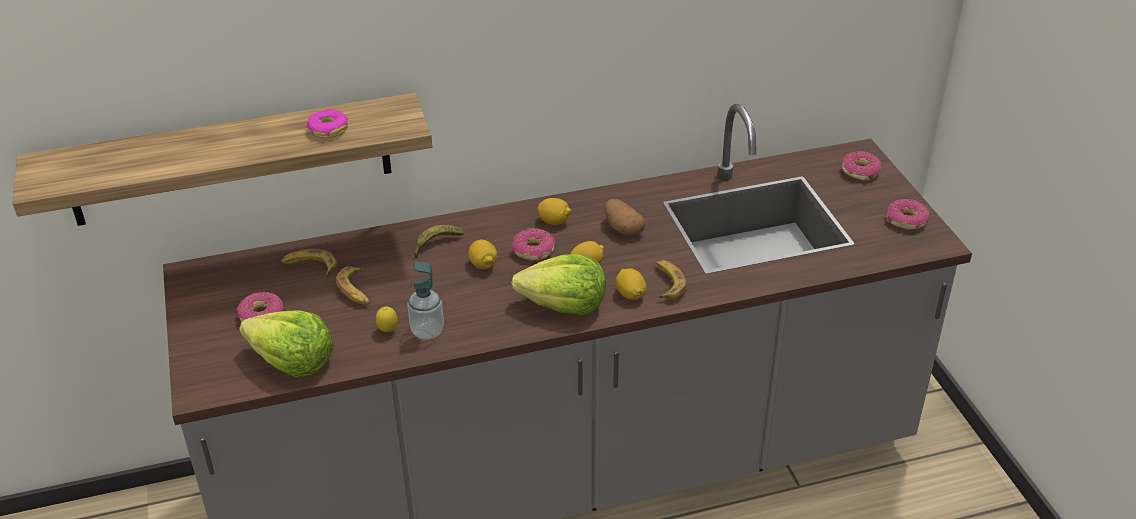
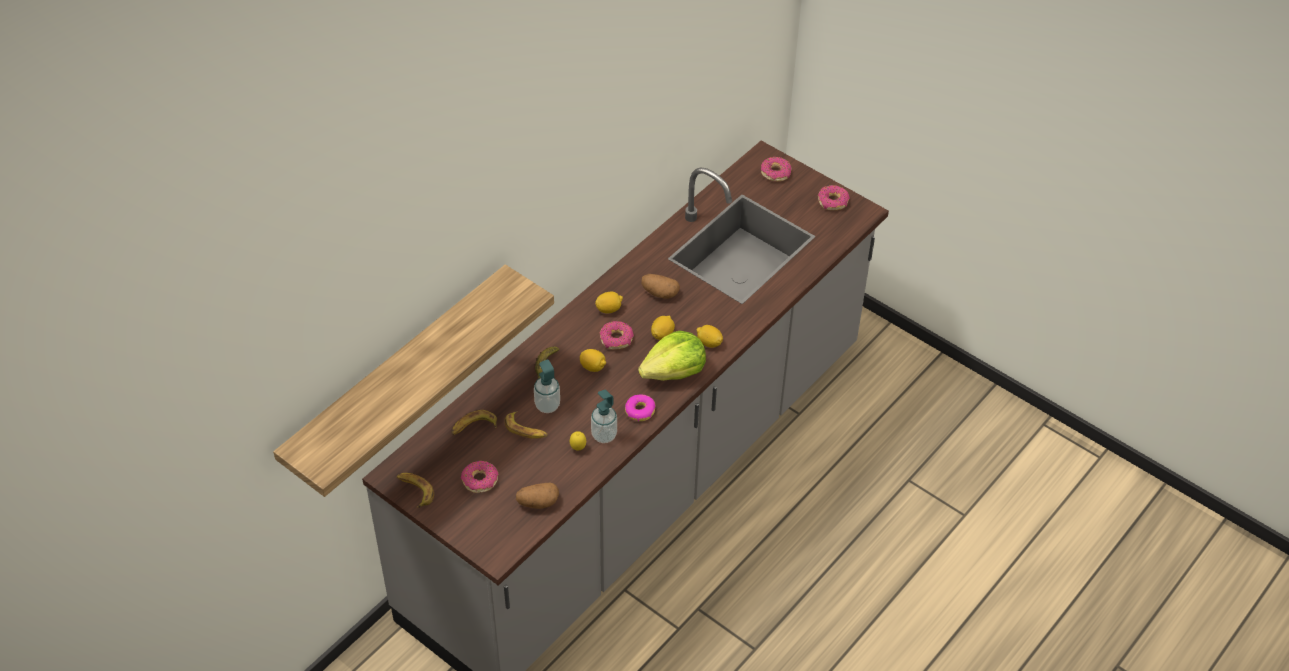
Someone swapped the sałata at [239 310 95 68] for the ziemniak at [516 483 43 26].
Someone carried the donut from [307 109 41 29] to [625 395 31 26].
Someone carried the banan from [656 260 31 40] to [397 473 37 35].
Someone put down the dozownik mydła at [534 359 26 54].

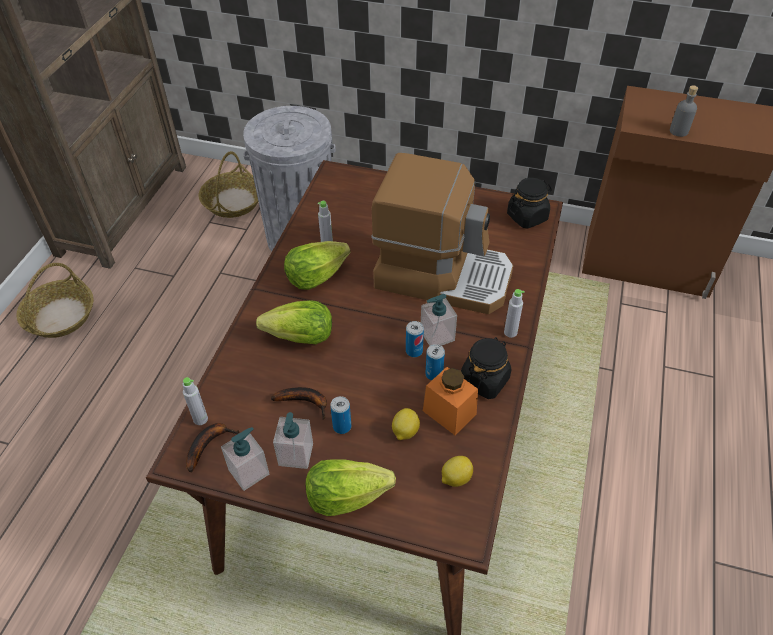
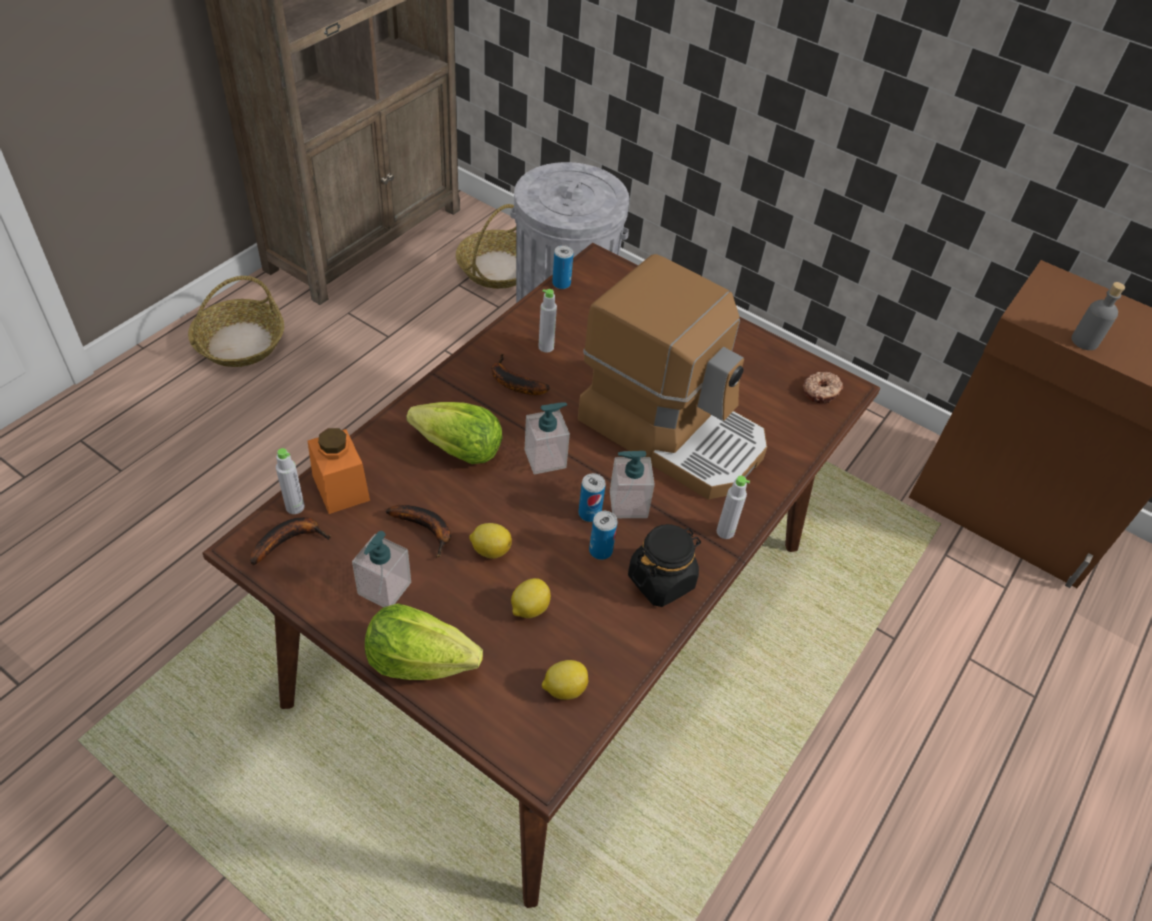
Someone carried the dozownik mydła from [221 427 48 64] to [525 402 45 72].
Someone swapped the sałata at [284 241 66 49] for the banan at [491 354 58 41].
Someone carried the puszka from [330 396 21 38] to [552 245 21 44].
Someone carried the słoik/pomarańczowy from [423 367 55 68] to [308 428 62 86].
Someone swapped the słoik/czarny at [507 178 45 51] for the donut at [803 372 40 31].
Someone put down the cytryna at [469 523 43 36].

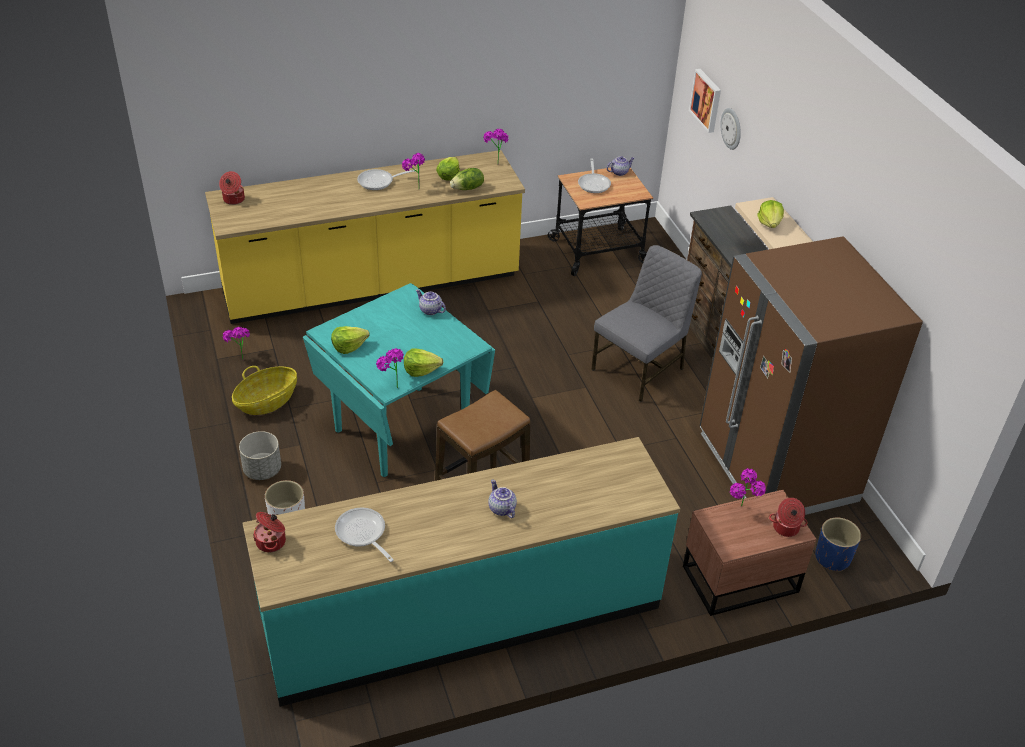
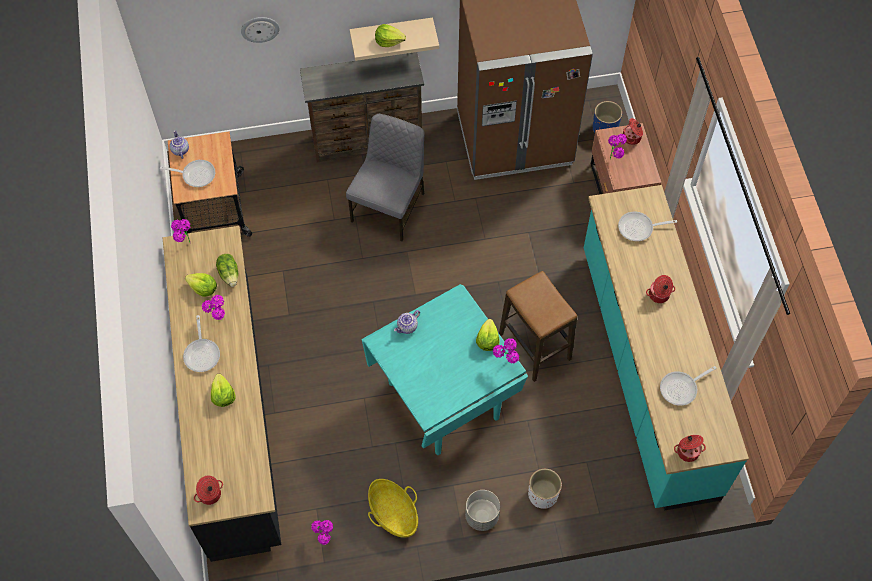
Someone repainted the zabudowa kuchenna/żółty at [205 150 320 174], which became the zabudowa kuchenna/czarny at [163 226 118 336].
Someone carried the sałata from [331 326 39 28] to [211 374 25 33].
Someone swapped the imbryk at [488 479 29 39] for the garnek at [646 275 29 28].
Someone rotated the krzesło/szary at [591 245 111 157] by 60 degrees clockwise.
Someone took away the obraz at [689 69 32 64].
Someone put down the patelnia at [618 212 59 29].

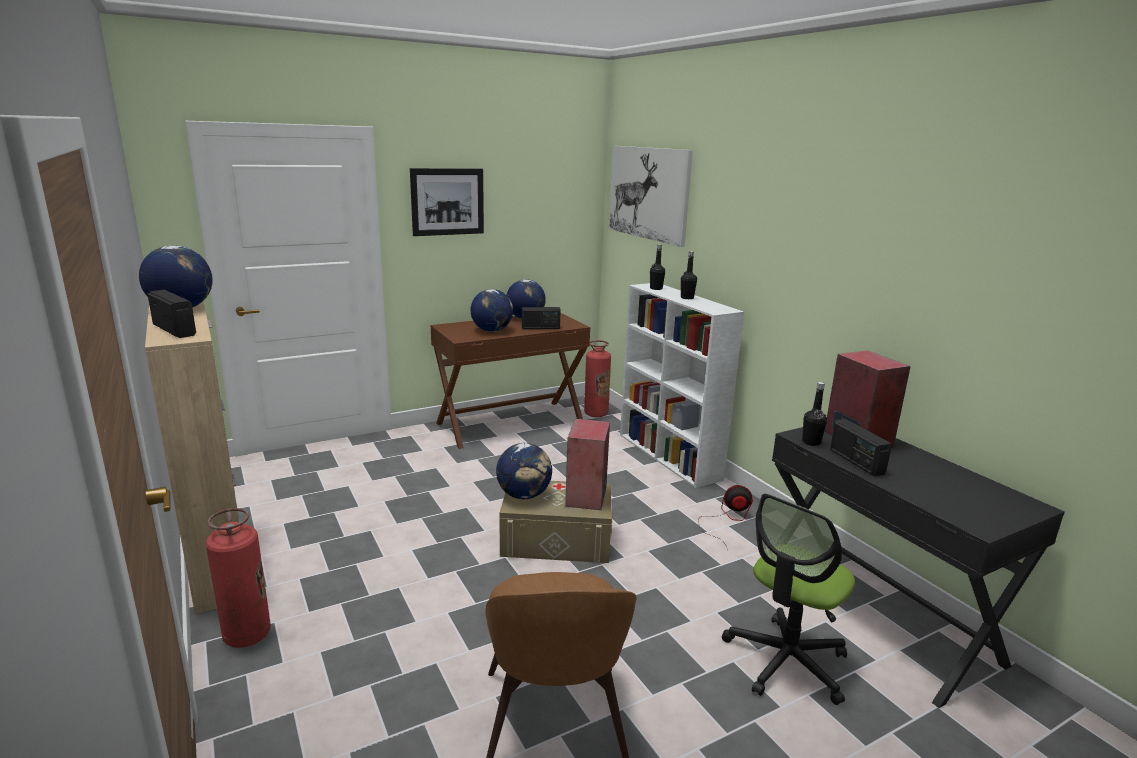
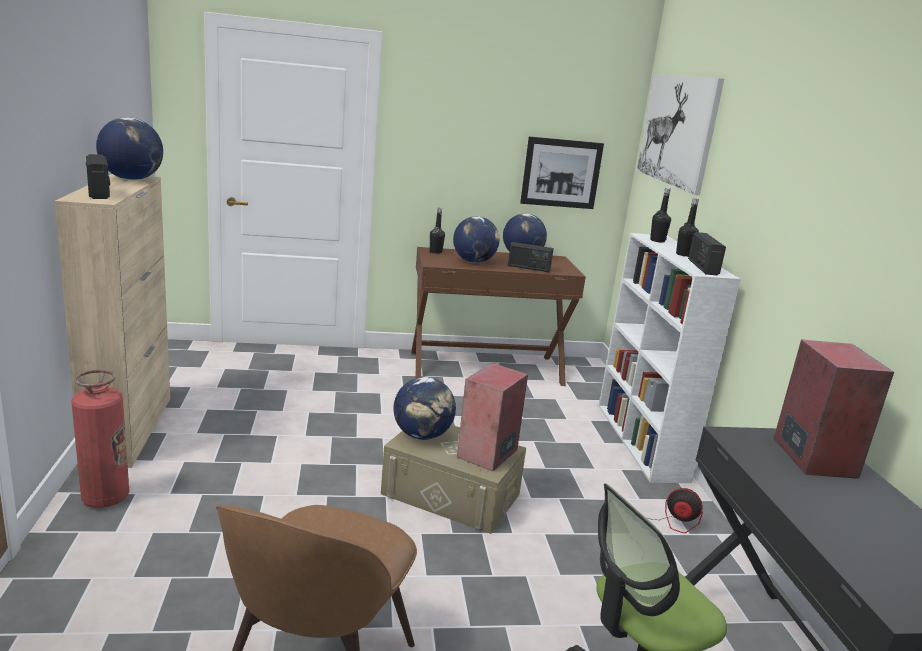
Someone carried the obraz from [410 168 74 68] to [520 136 84 73].
Someone took away the gaśnica at [584 340 27 77].
Someone carried the butelka/czarny from [802 382 25 64] to [430 208 15 46].
Someone carried the radio from [830 419 62 58] to [688 232 38 44].

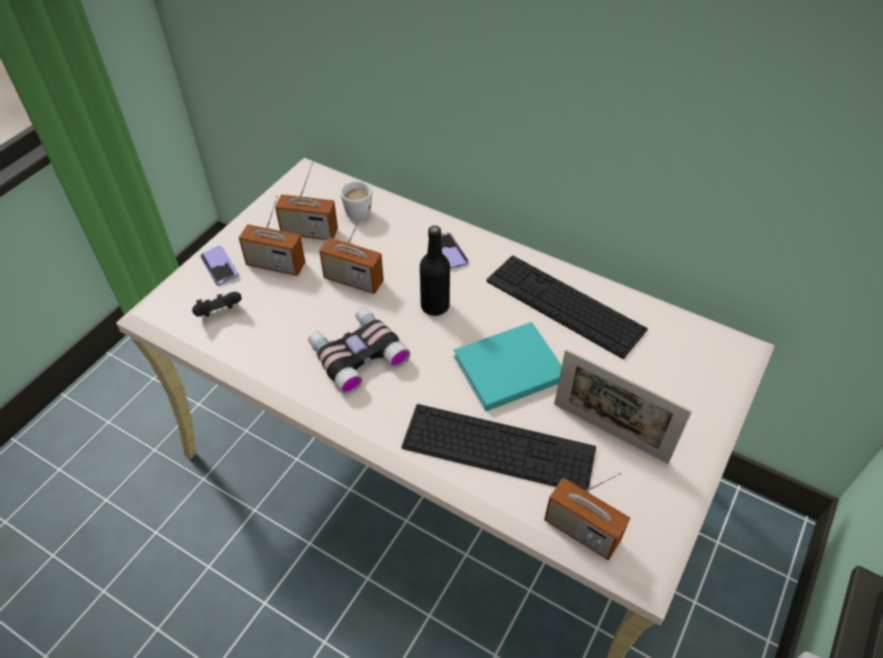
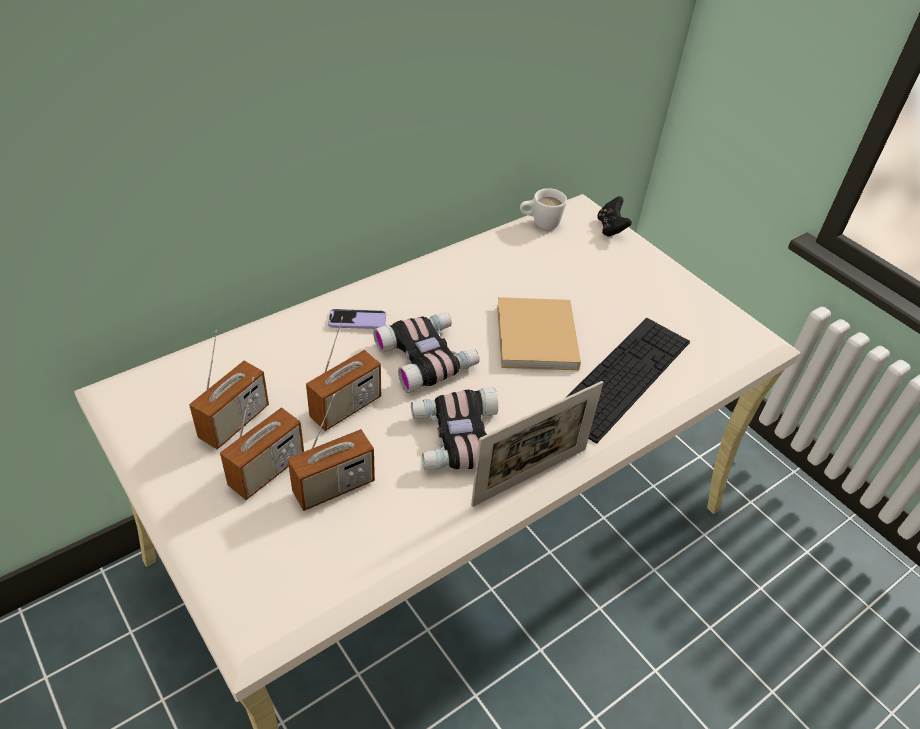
Someone carried the pad do gier/czarny from [192 292 50 25] to [598 196 34 40].
Someone took away the telefon at [200 246 39 39].
Someone carried the kubek/biały from [340 181 32 40] to [520 188 47 42].
Someone swapped the butelka/czarny at [420 226 30 90] for the lornetka at [373 312 107 81].
Someone repainted the książka/turkusowy at [454 322 108 89], which became the książka/beżowy at [497 297 84 73].
Someone took away the klawiatura at [487 255 161 104].
Someone carried the radio from [544 472 86 88] to [288 394 87 117].
Someone carried the ramka na zdjęcie from [554 349 138 115] to [471 381 133 126].

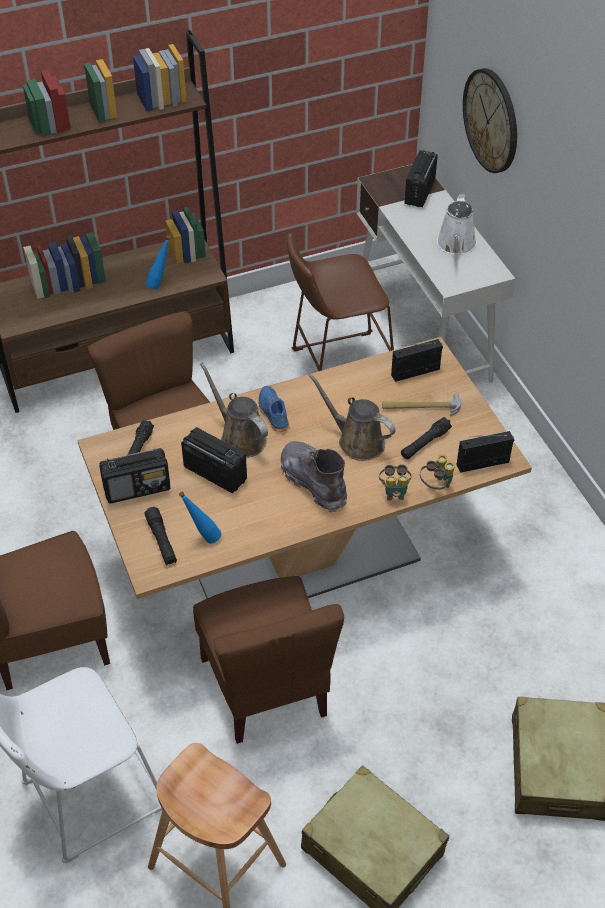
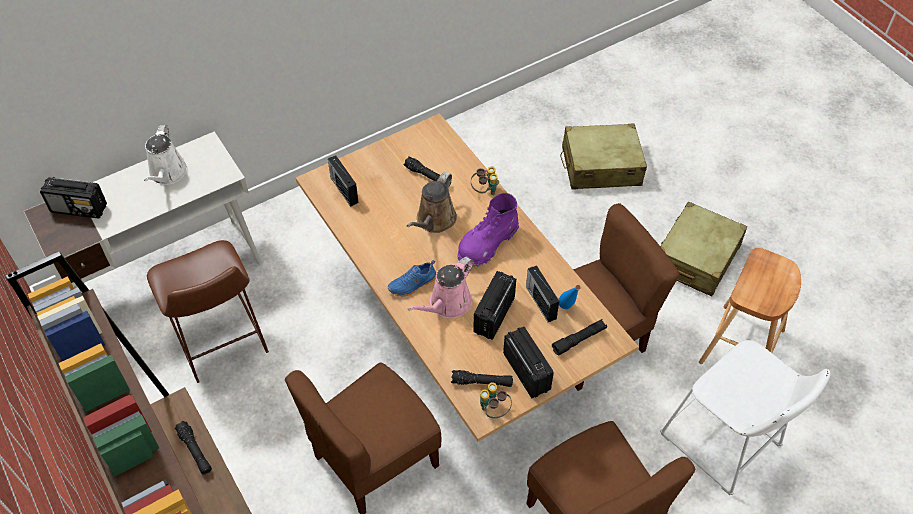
Someone swapped the butelka/niebieski at [146 236 24 54] for the latarka/czarny at [175 421 37 54].
Someone repainted the konewka/brązowy at [200 363 68 95], which became the konewka/różowy at [407 257 67 62].
Someone repainted the but z cholewką/szary at [281 441 66 71], which became the but z cholewką/fioletowy at [457 193 62 74].
Someone took away the młotek at [382 394 79 22].
Someone carried the lornetka from [420 454 35 36] to [480 382 32 36].
Someone rotated the konewka/biały at [437 194 40 61] by 90 degrees clockwise.
Someone carried the radio from [457 431 57 42] to [526 265 33 57].
Someone took away the zegar ścienny at [463 68 54 105].

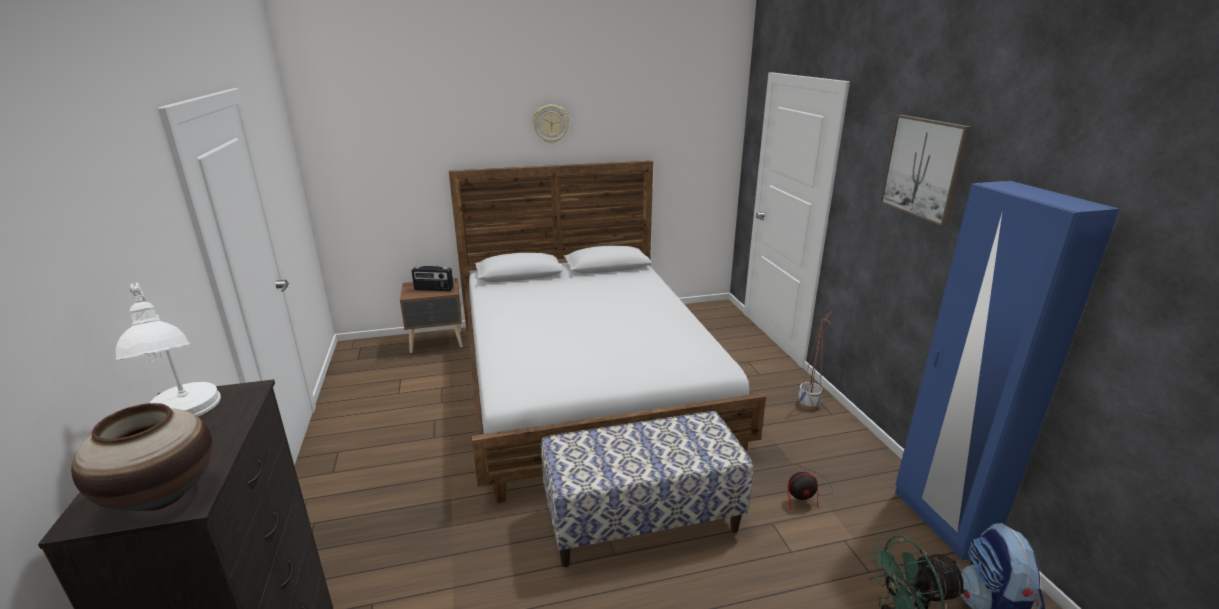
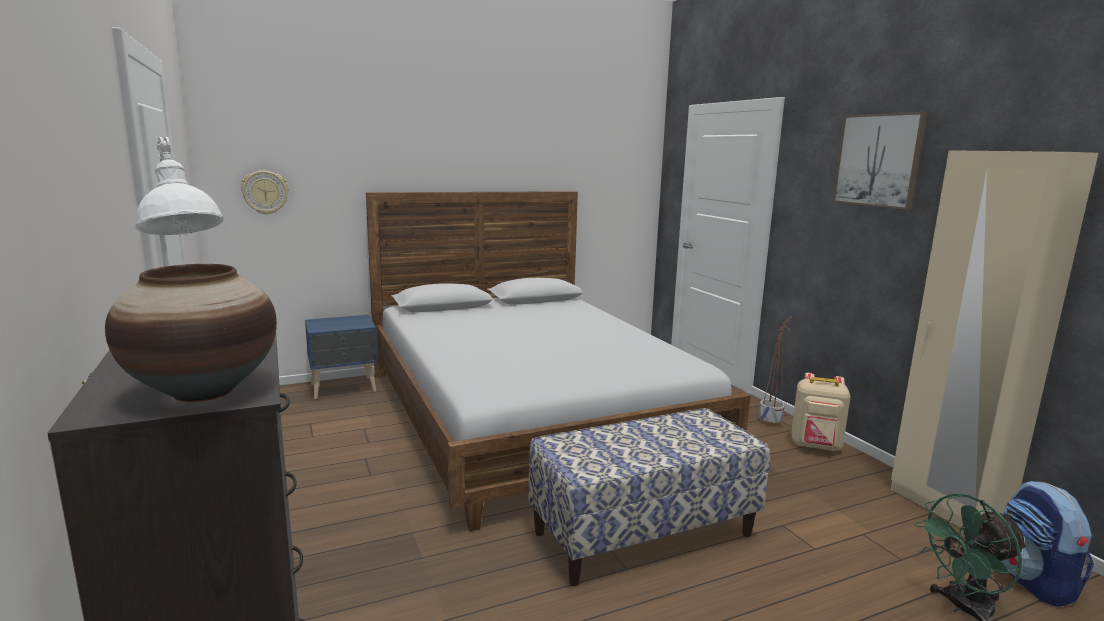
Someone repainted the szafka nocna/brązowy at [400 278 63 75], which became the szafka nocna/niebieski at [305 315 73 84].
Someone took away the radio at [411 266 43 25].
Someone carried the zegar ścienny from [533 105 37 38] to [241 171 48 44].
Someone took away the wentylator at [787 458 46 51].
Someone repainted the szafa/niebieski at [895 181 224 379], which became the szafa/beżowy at [891 150 207 378].
Someone put down the plecak/beżowy at [791 373 60 78].

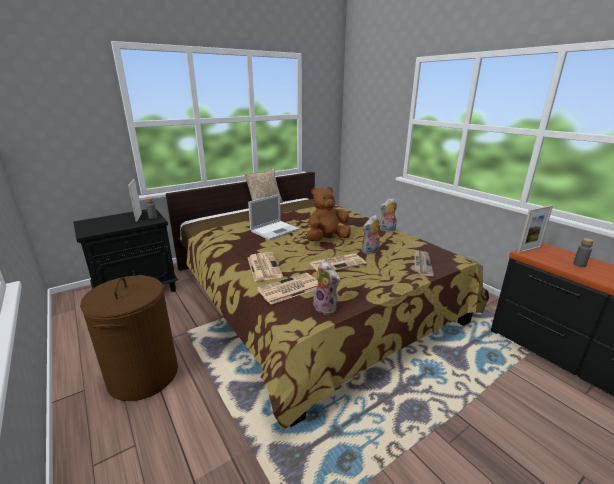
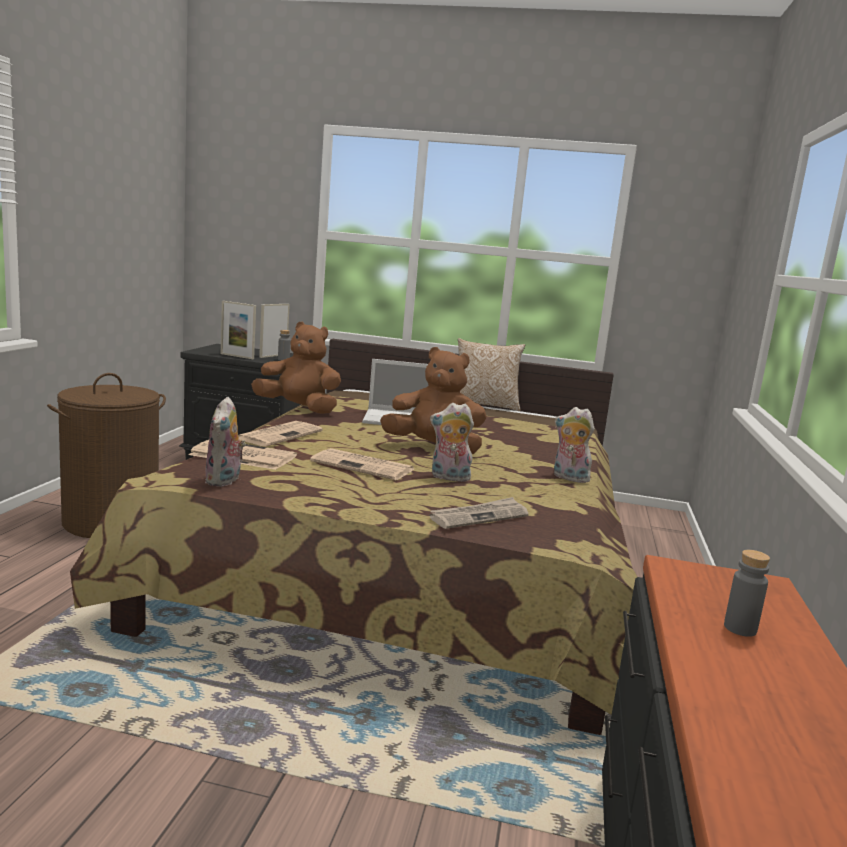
Someone carried the ramka na zdjęcie from [518 205 35 48] to [221 301 35 58].
Someone put down the pluszak/brązowy at [251 322 90 92].

